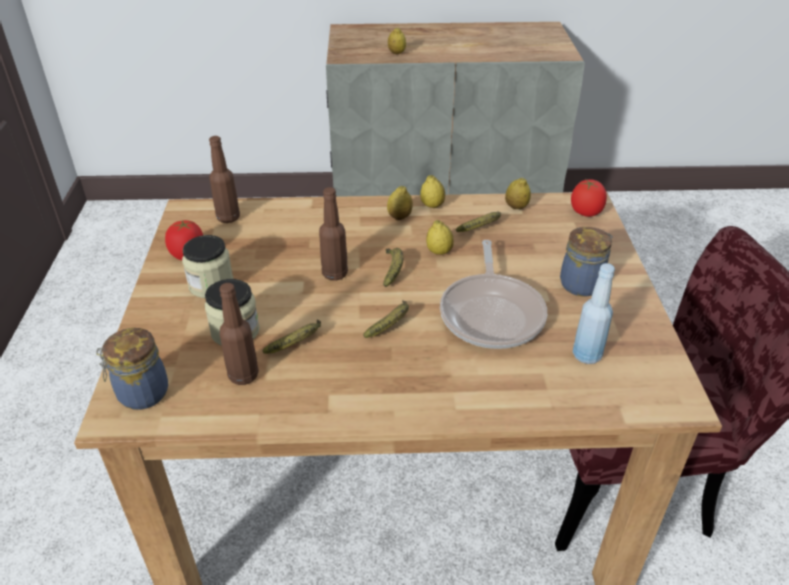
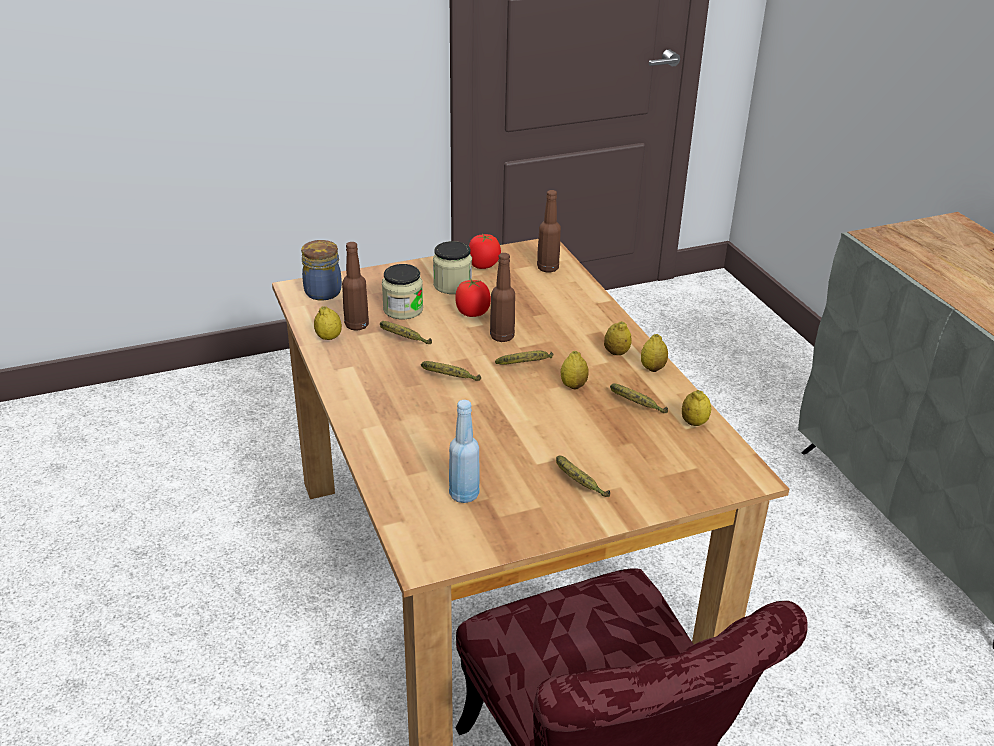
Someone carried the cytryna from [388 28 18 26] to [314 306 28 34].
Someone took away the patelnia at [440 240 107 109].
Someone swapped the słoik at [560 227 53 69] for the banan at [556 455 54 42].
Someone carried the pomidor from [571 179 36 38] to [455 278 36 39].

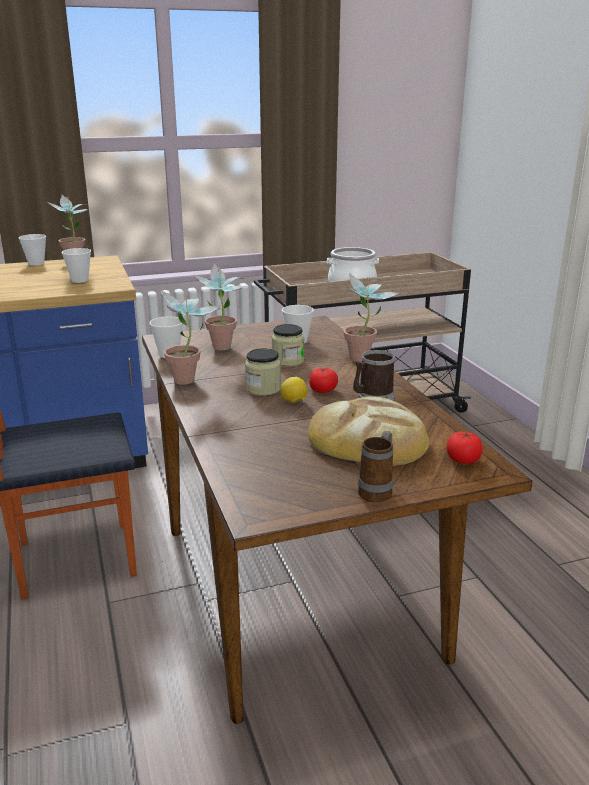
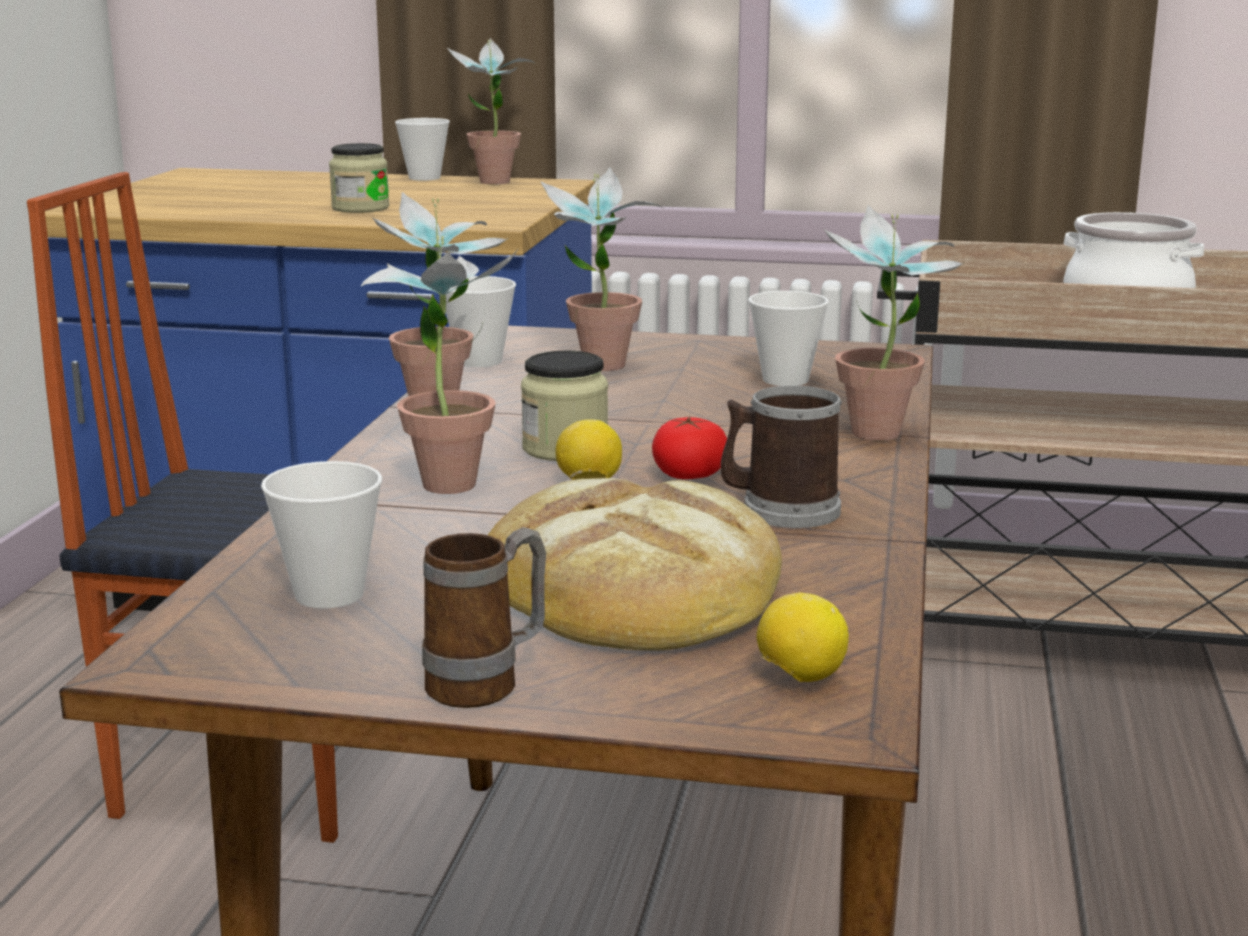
Someone carried the filiżanka from [61 248 30 35] to [261 461 121 147].
Someone carried the słoik from [272 324 32 43] to [329 143 60 70].
Someone swapped the pomidor at [447 432 35 32] for the cytryna at [757 592 92 90].
Someone put down the roślina doniczkowa at [360 235 157 259].

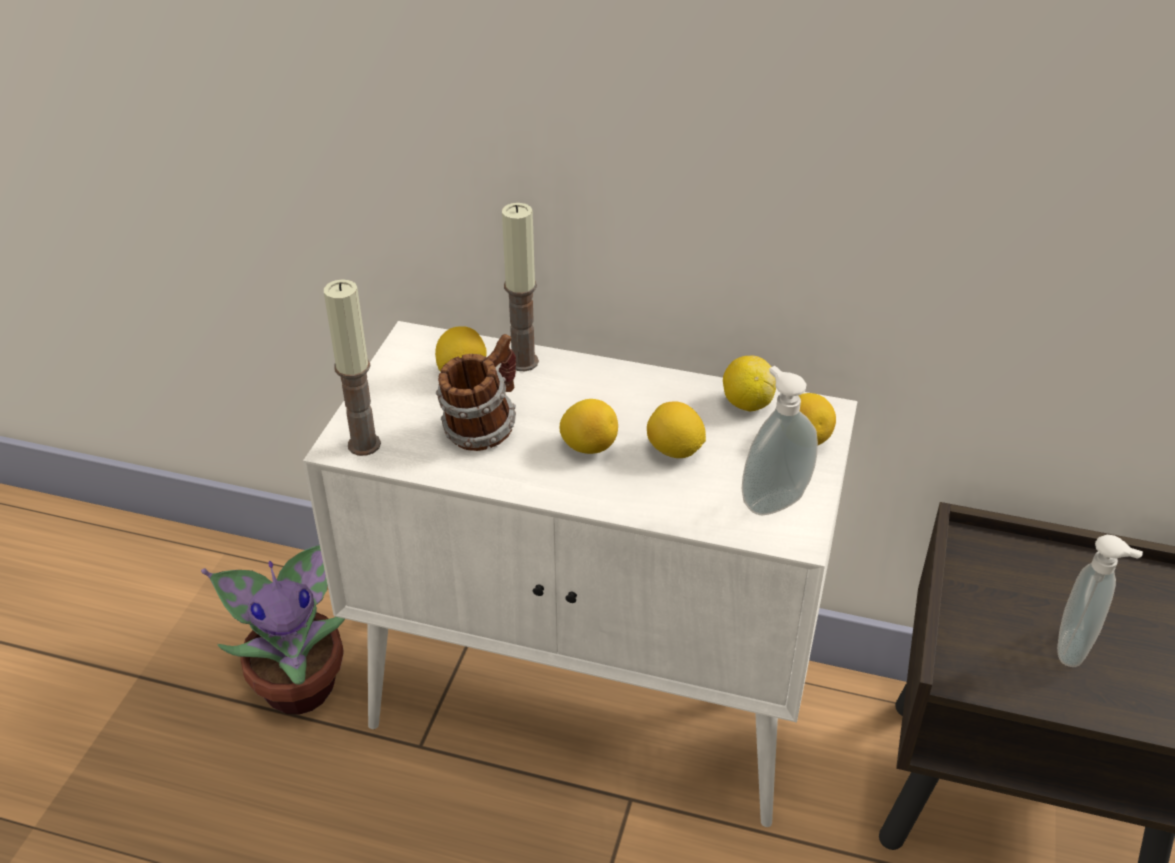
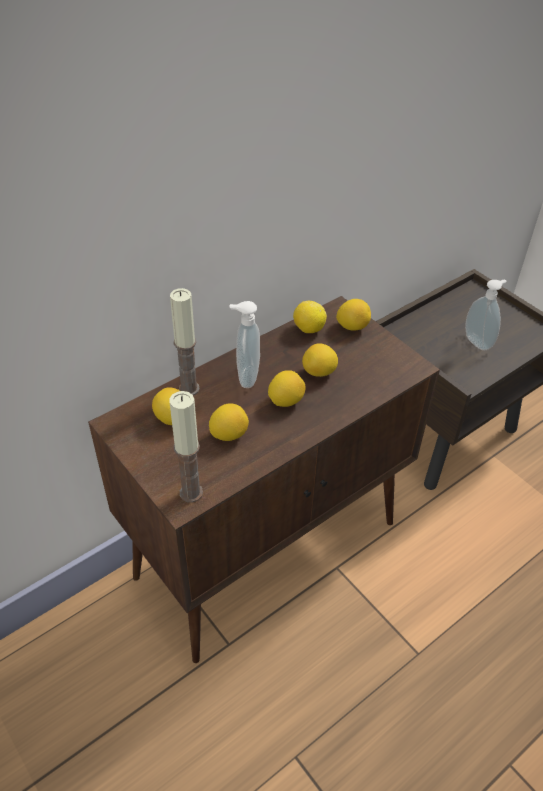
Someone took away the roślina doniczkowa at [201 545 144 170].
Someone repainted the szafka/biały at [303 321 555 506], which became the szafka/brązowy at [88 296 352 367].
Someone swapped the kubek at [436 334 80 117] for the cytryna at [209 403 40 38].
Someone carried the dozownik mydła from [742 366 76 149] to [229 301 31 87].

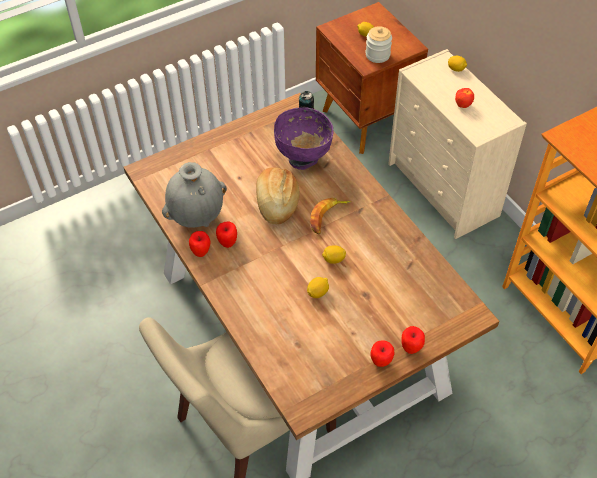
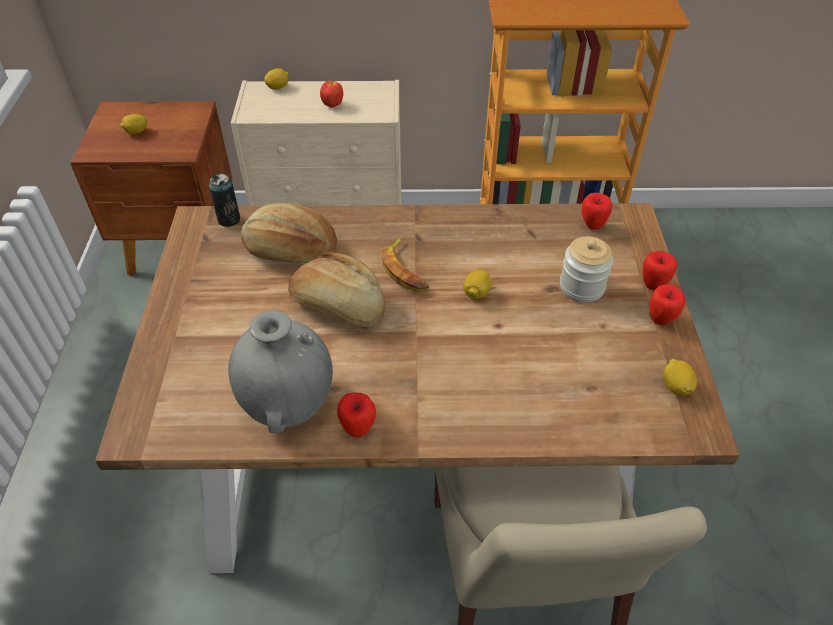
Someone carried the jabłko from [216 222 21 26] to [582 193 30 37].
Someone swapped the miska/fioletowy at [274 107 59 63] for the chleb at [241 203 96 60].
Someone carried the cytryna from [307 277 22 21] to [663 359 34 37].
Someone carried the słoik from [366 26 26 37] to [560 236 53 67].

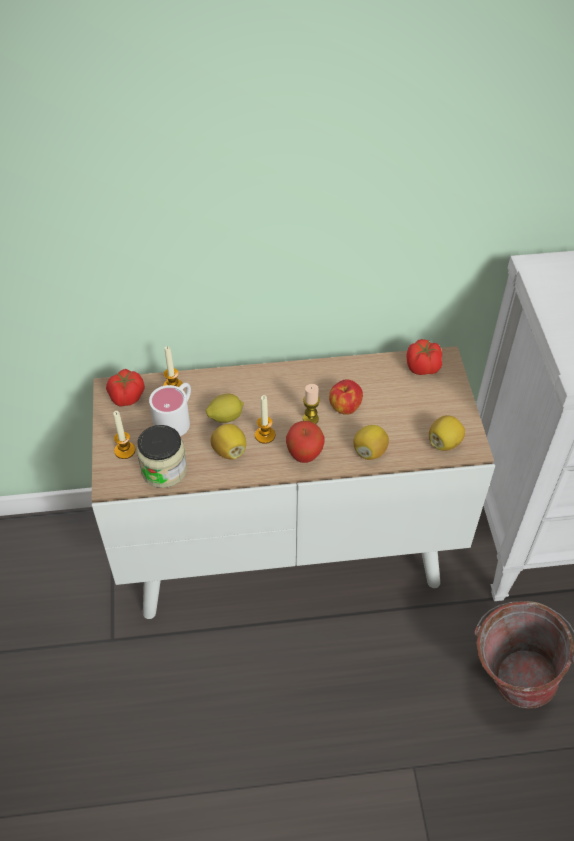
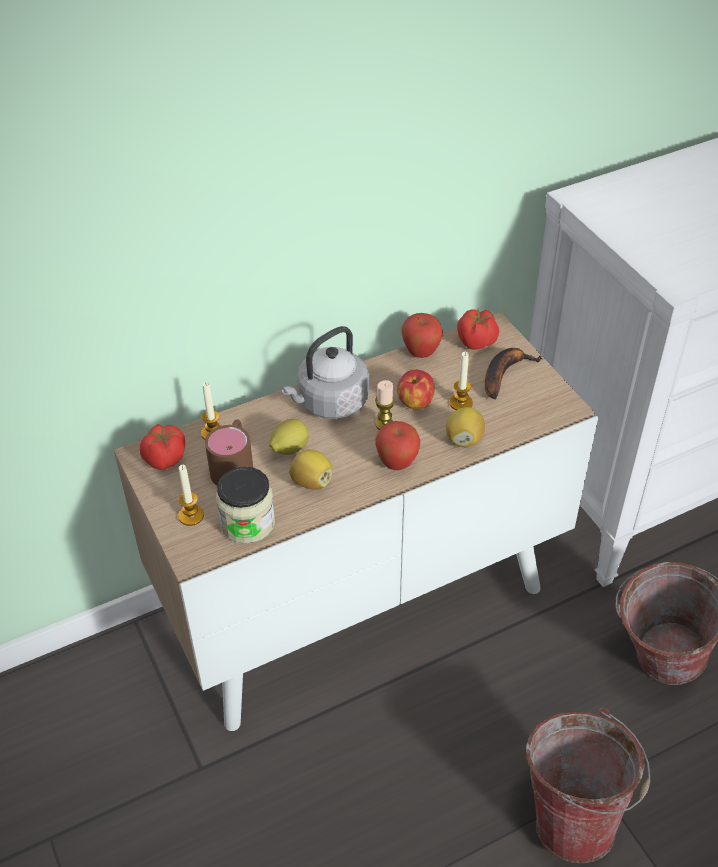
Someone repainted the kubek/biały at [149 383 42 53], which became the kubek/brązowy at [205 419 48 67].
Someone carried the świeca from [255 395 20 49] to [450 352 23 58].
Someone took away the cytryna at [429 415 36 36].
Someone put down the czajnik/szary at [281 326 88 93].
Someone put down the jabłko at [402 313 41 45].
Someone put down the banan at [485 348 57 51].
Someone put down the wiadro at [526 708 124 155].

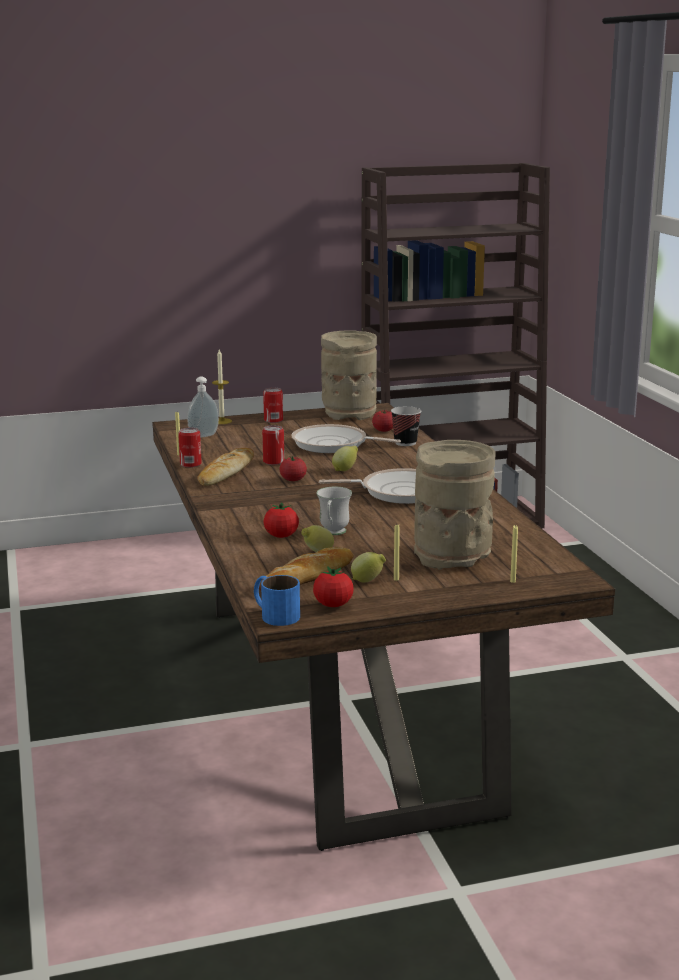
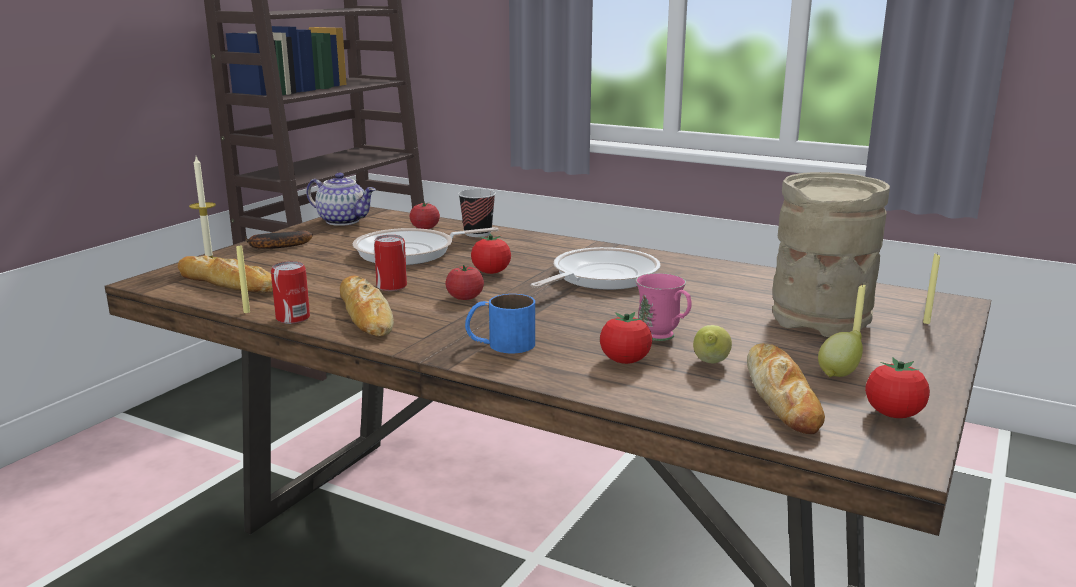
Someone swapped the dozownik mydła at [187 376 32 62] for the chleb at [178 255 95 38].
Someone carried the kubek/niebieski from [254 575 46 51] to [465 294 70 59].
Someone swapped the puszka at [263 388 20 35] for the banan at [245 230 68 19].
Someone repainted the kubek/biały at [317 486 35 49], which became the kubek/różowy at [636 273 56 68].
Someone swapped the wazon/beżowy at [321 330 56 90] for the imbryk at [306 173 70 53].
Someone swapped the cytryna at [332 446 26 25] for the pomidor at [471 234 40 40].

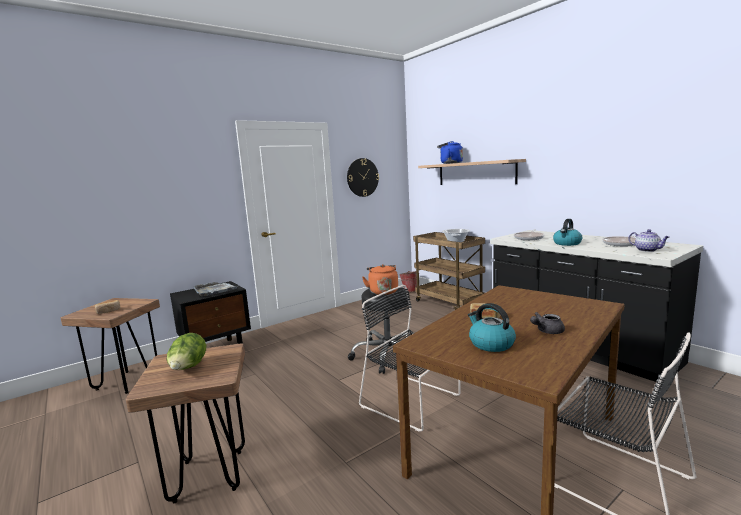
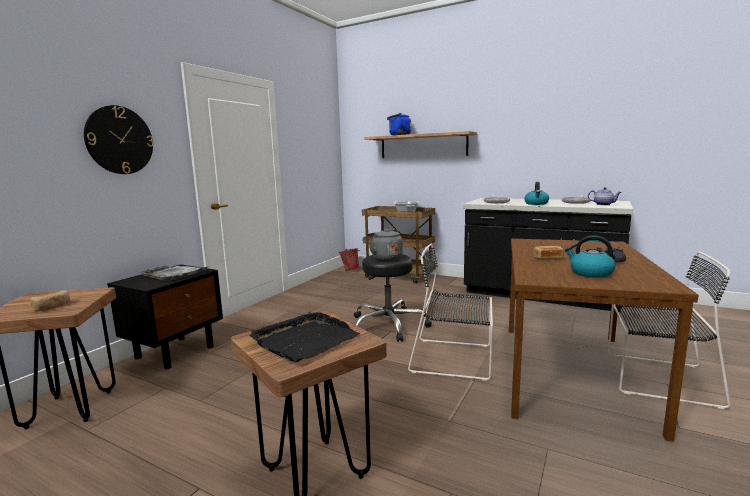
Someone swapped the sałata at [167 333 39 37] for the taca/czarny at [250 312 110 50].
Someone carried the zegar ścienny from [347 158 32 39] to [84 105 70 69].
Someone repainted the czajnik/pomarańczowy at [362 264 36 31], which became the czajnik/szary at [366 229 37 32].

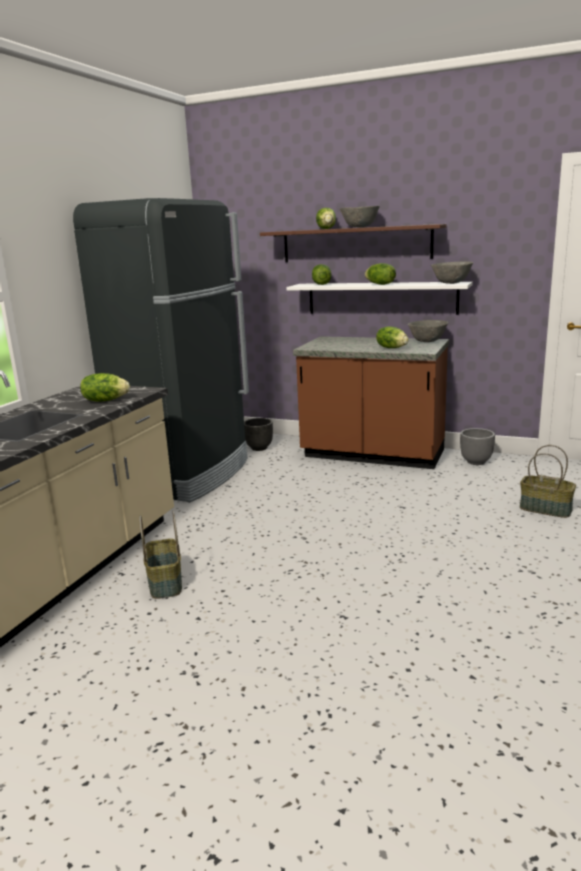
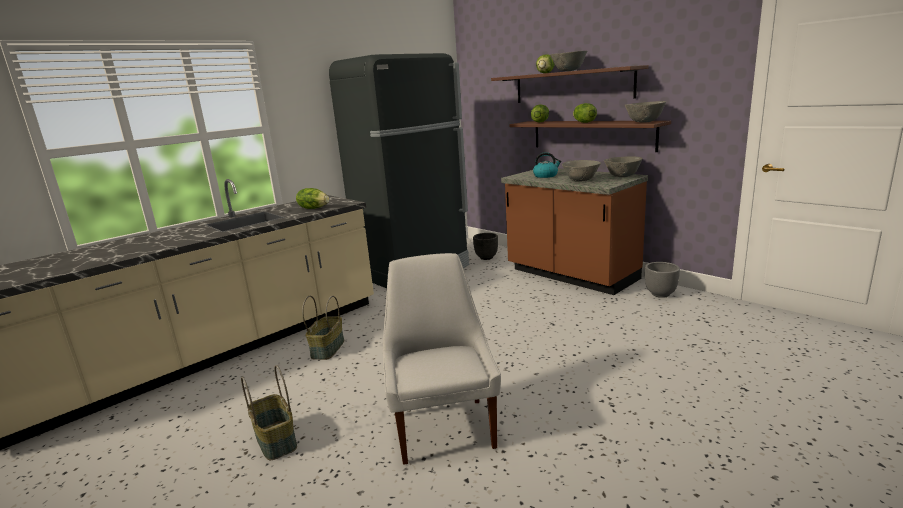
Someone repainted the półka/biały at [286 282 187 33], which became the półka/brązowy at [509 121 162 31].
Someone swapped the sałata at [376 326 33 22] for the miska/szary at [562 160 39 22].
Someone carried the koszyk from [520 445 56 73] to [241 365 56 95].
Someone put down the krzesło/biały at [383 253 118 212].
Someone put down the czajnik at [533 152 29 26].

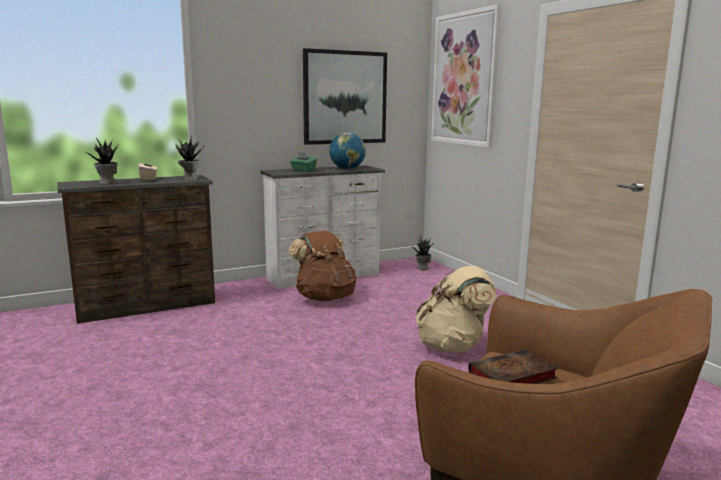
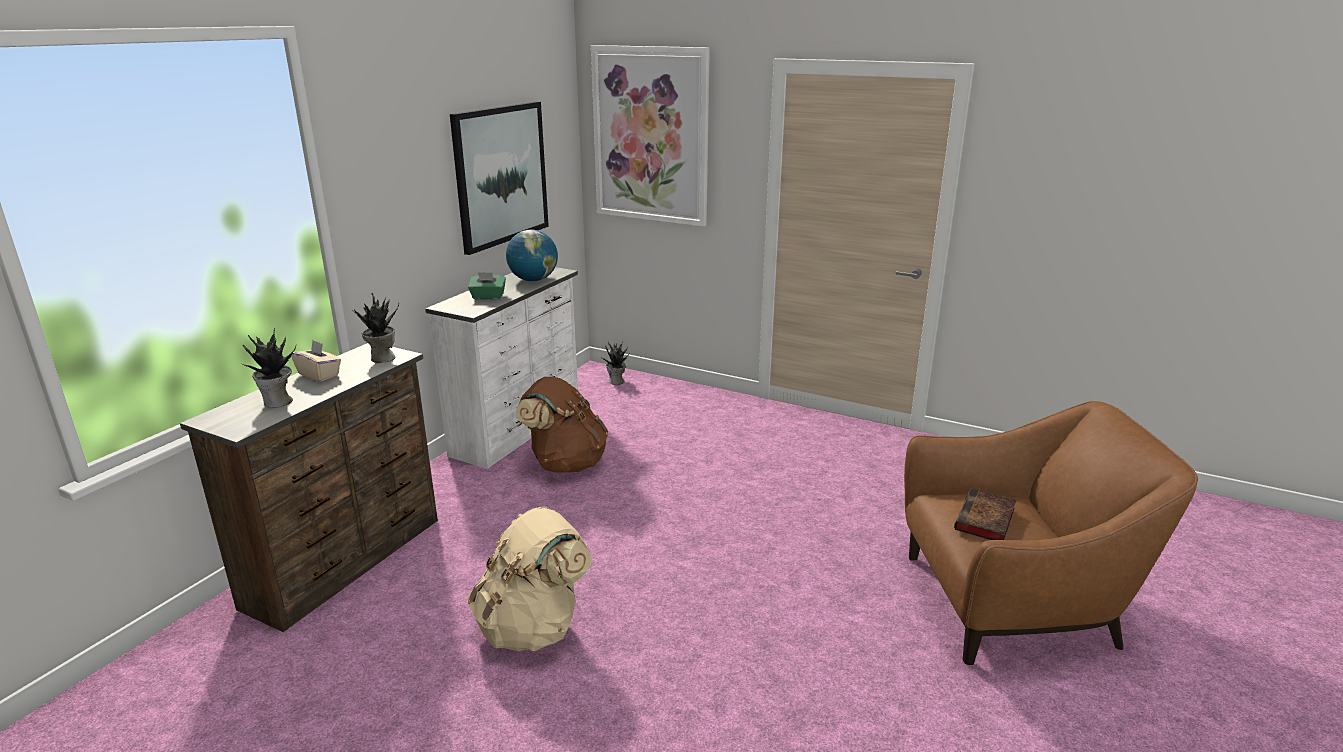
Someone carried the plecak/beżowy from [416 266 80 87] to [467 506 125 145].

